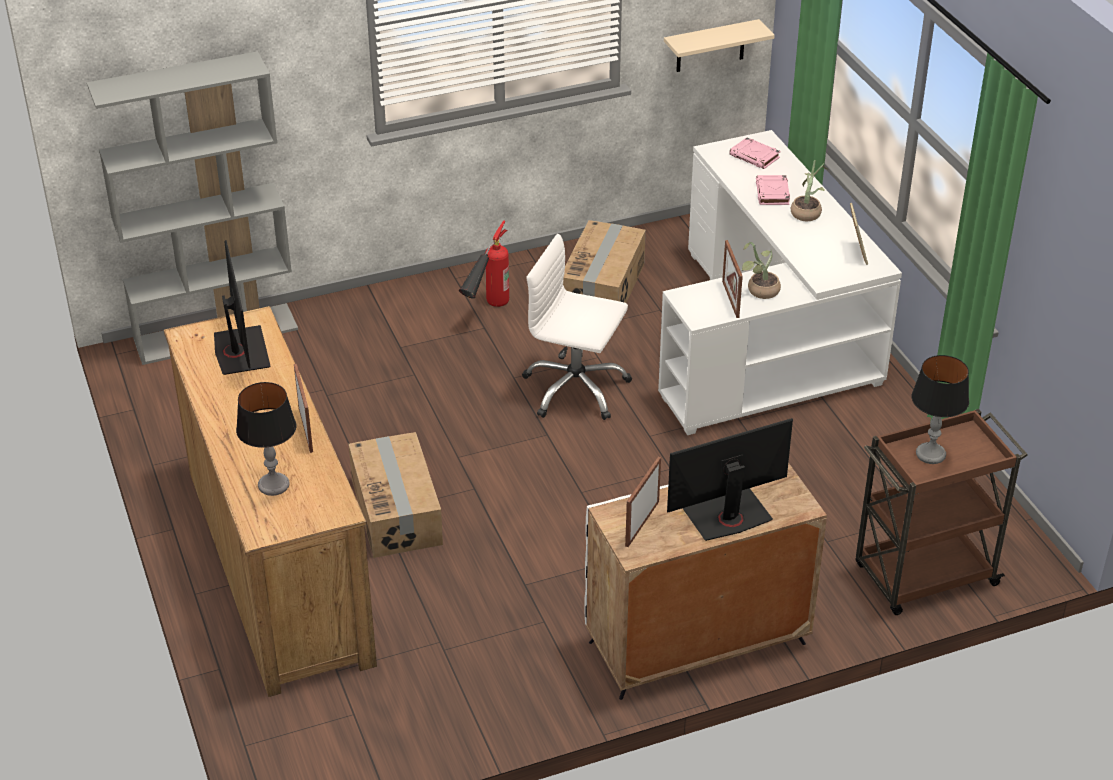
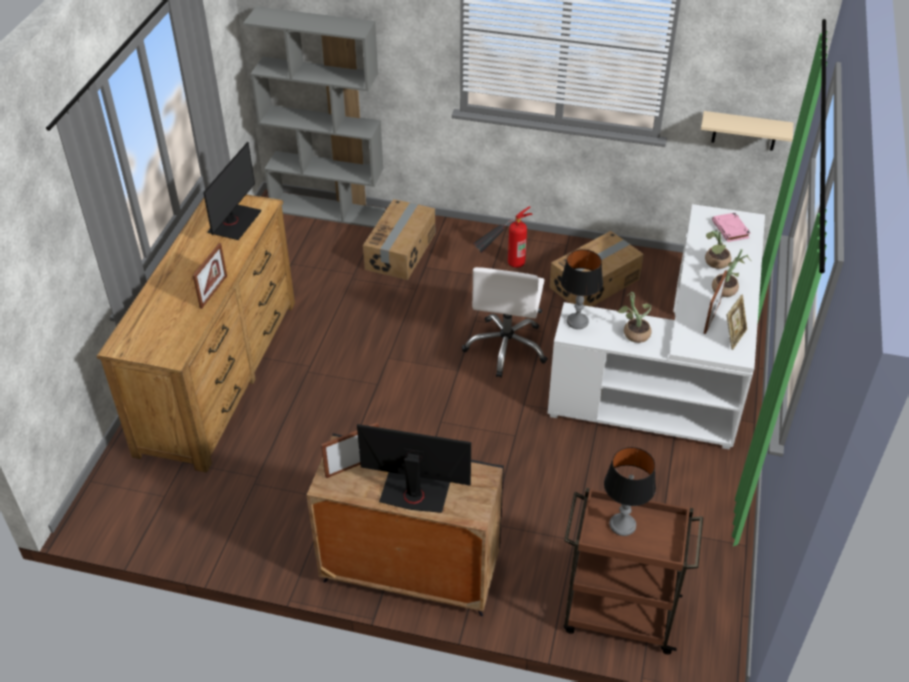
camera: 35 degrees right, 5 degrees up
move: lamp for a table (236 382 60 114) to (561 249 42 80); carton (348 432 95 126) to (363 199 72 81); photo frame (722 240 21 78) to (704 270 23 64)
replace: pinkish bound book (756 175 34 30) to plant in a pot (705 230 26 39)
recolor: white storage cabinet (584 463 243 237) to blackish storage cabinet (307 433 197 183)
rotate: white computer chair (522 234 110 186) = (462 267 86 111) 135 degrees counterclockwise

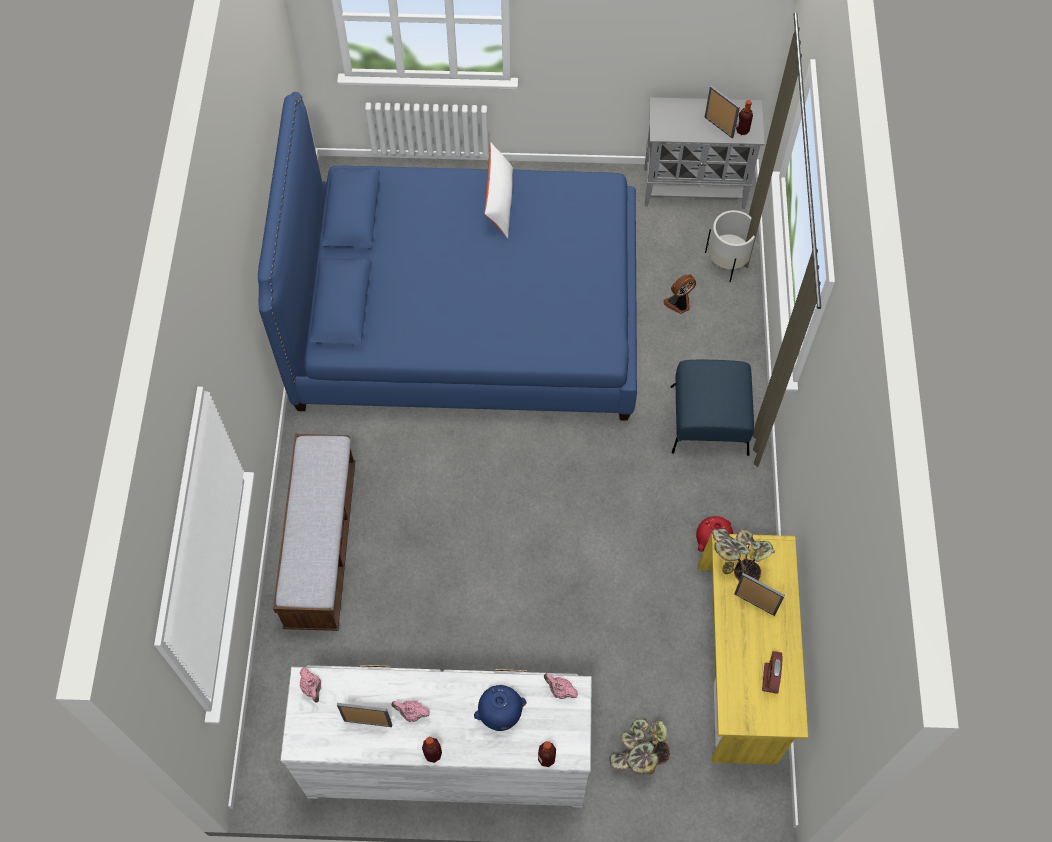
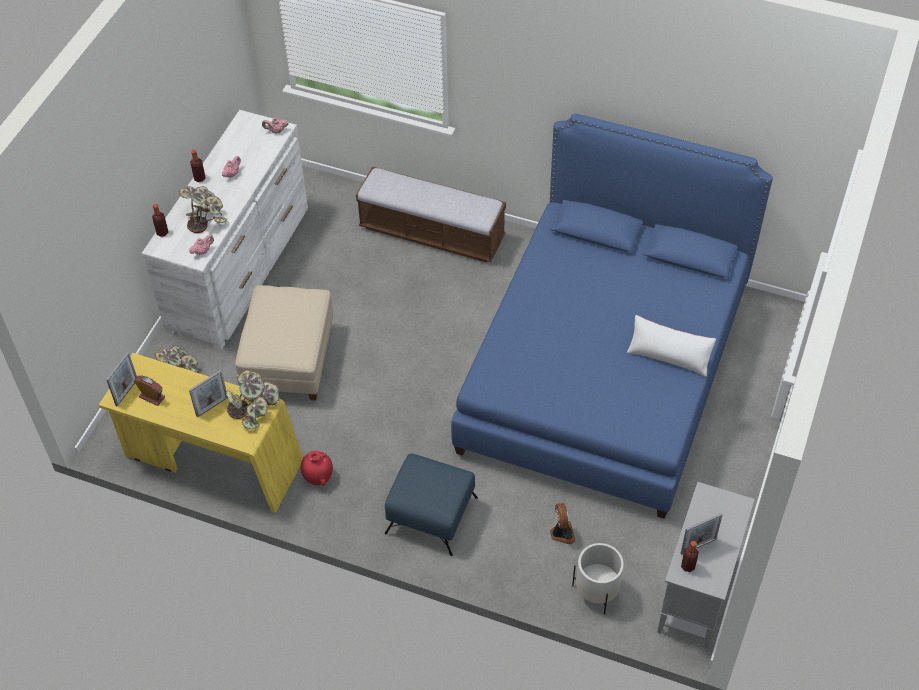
camera: 110 degrees right, 10 degrees down
insert: sand-coloured ottoman (235 285 98 116)
move: photo frame (337 703 55 24) to (106 352 31 54)
replace: blue decorative vase (474 685 52 46) to plant in a pot (179 186 48 47)

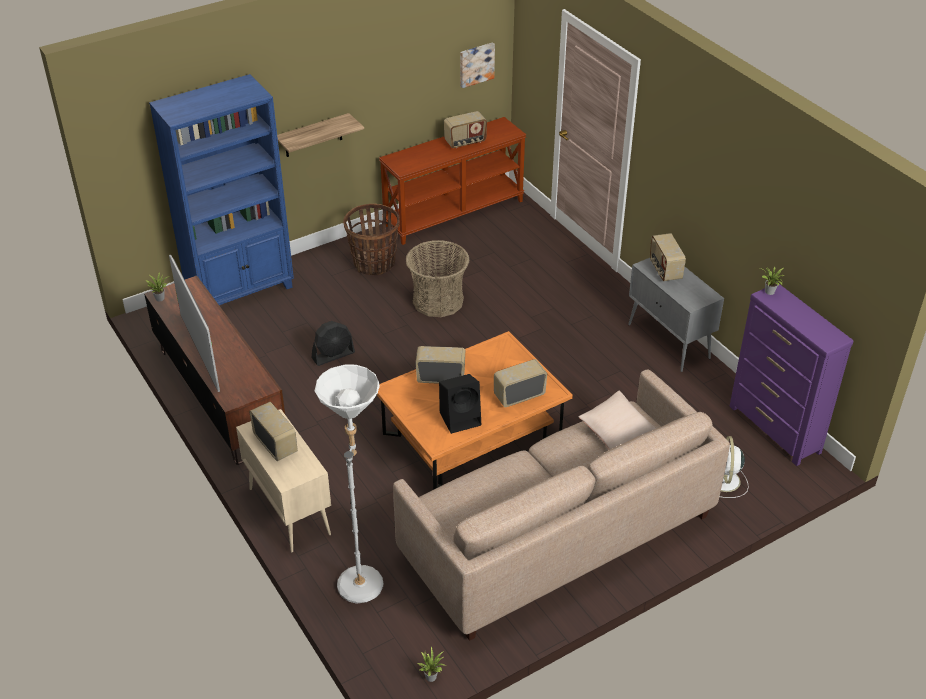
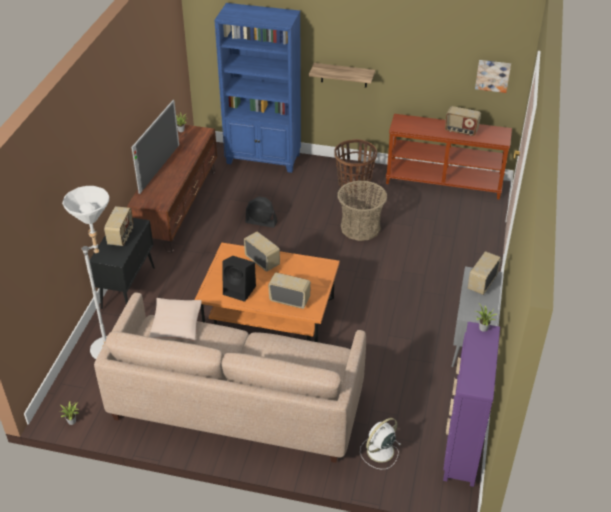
camera: 45 degrees right, 0 degrees up
move: sand-coloured pillow (579 391 77 59) to (149 298 53 43)
recolor: sand-coloured storage cabinet (236 409 95 144) to blackish storage cabinet (90 218 65 91)

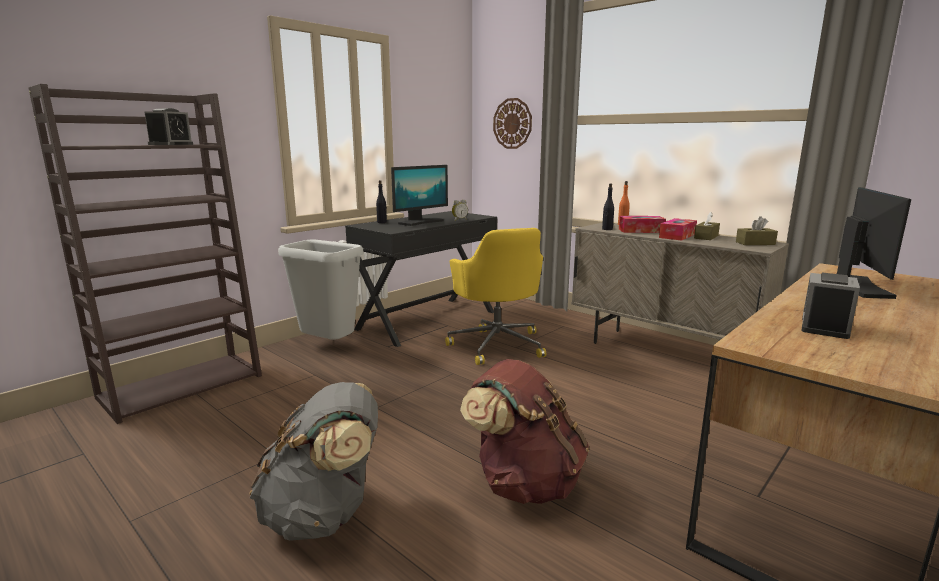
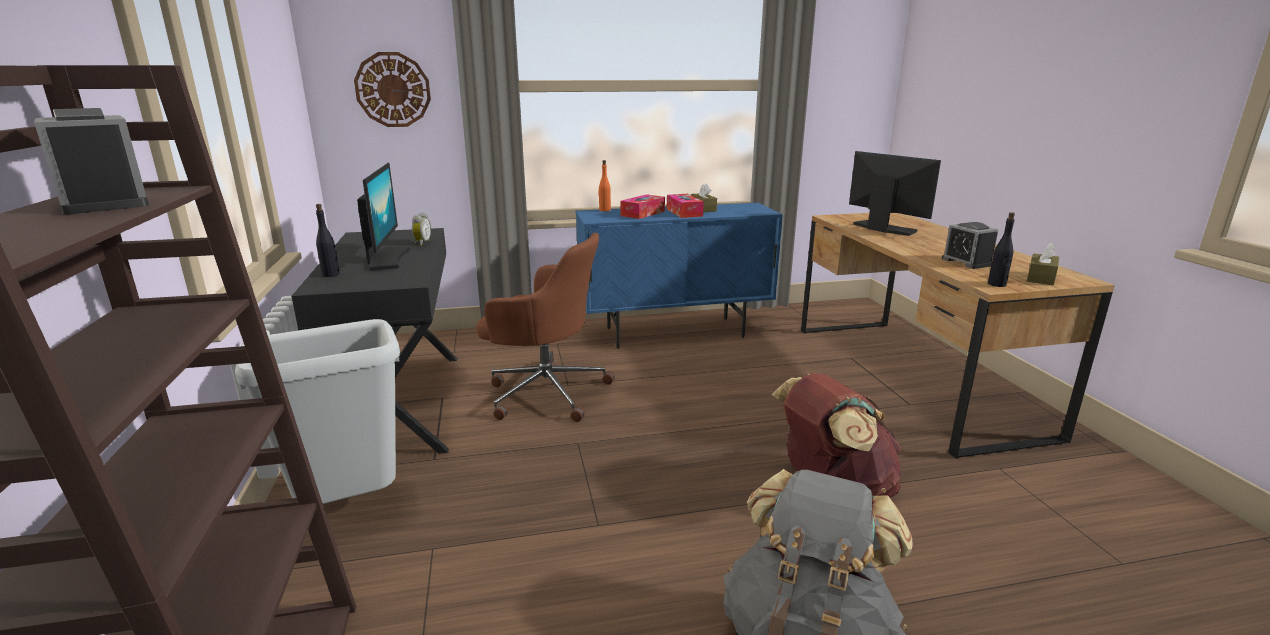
camera: 55 degrees left, 5 degrees up
move: blackish drink bottle (602 183 12 47) to (988 212 27 75); brown-coloured tissue box (736 216 42 29) to (1027 242 32 43)
recolor: yellowish computer chair (445 228 101 137) to brown-coloured computer chair (476 233 139 189); sand-coloured storage cabinet (572 222 217 122) to blue storage cabinet (576 203 207 146)

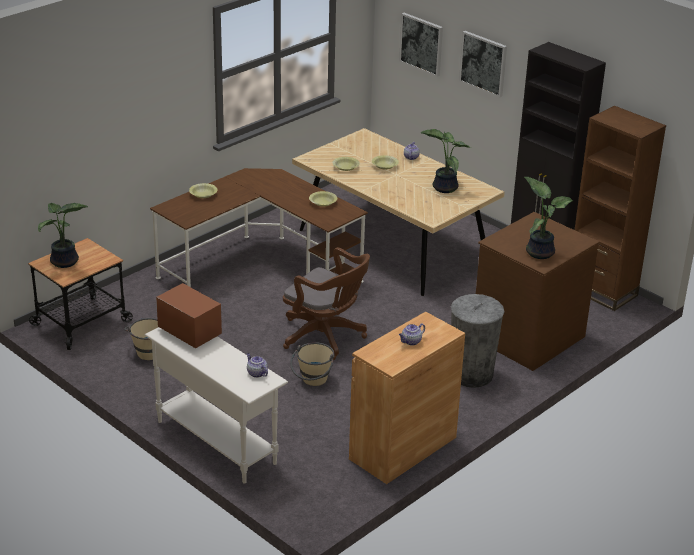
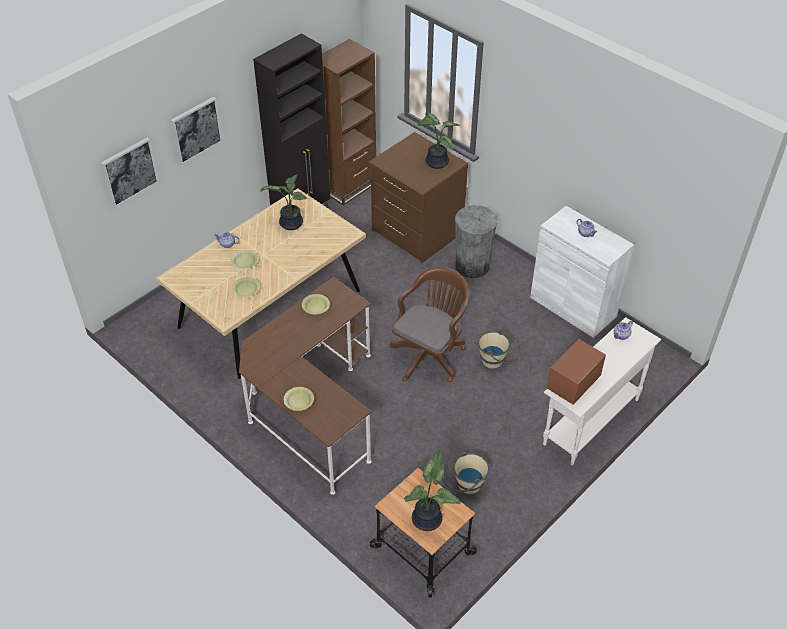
camera: 90 degrees left, 15 degrees up
recolor: brown-coloured storage cabinet (349 312 116 172) to white storage cabinet (530 206 104 132)

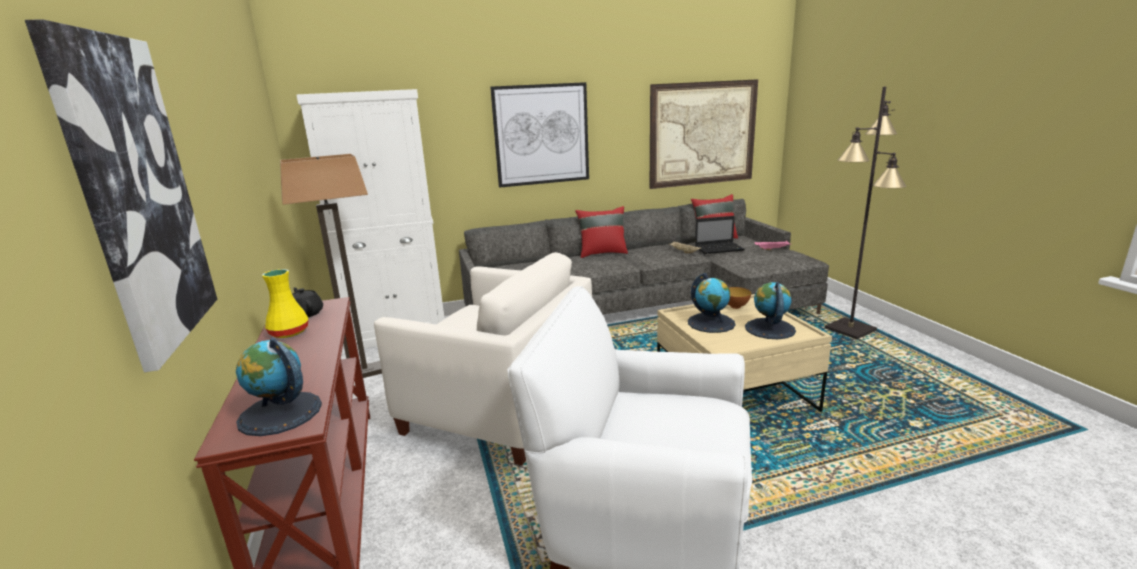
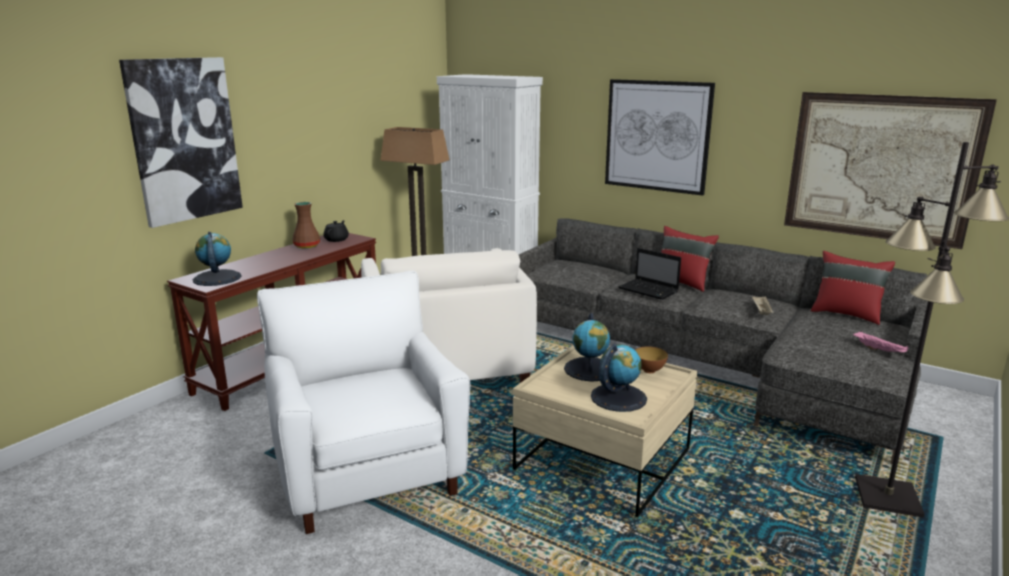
camera: 50 degrees right, 0 degrees up
move: laptop (695 216 50 38) to (618 248 63 52)
recolor: yellowish decorative vase (262 269 46 69) to brown-coloured decorative vase (292 202 28 46)

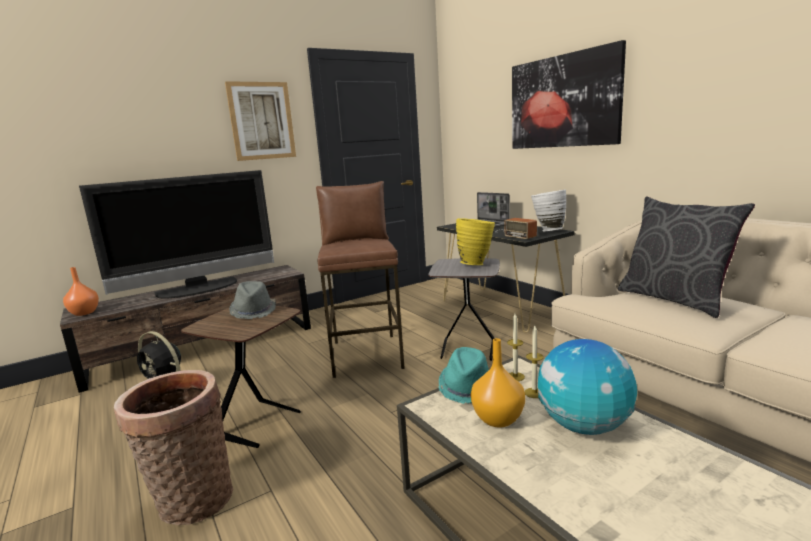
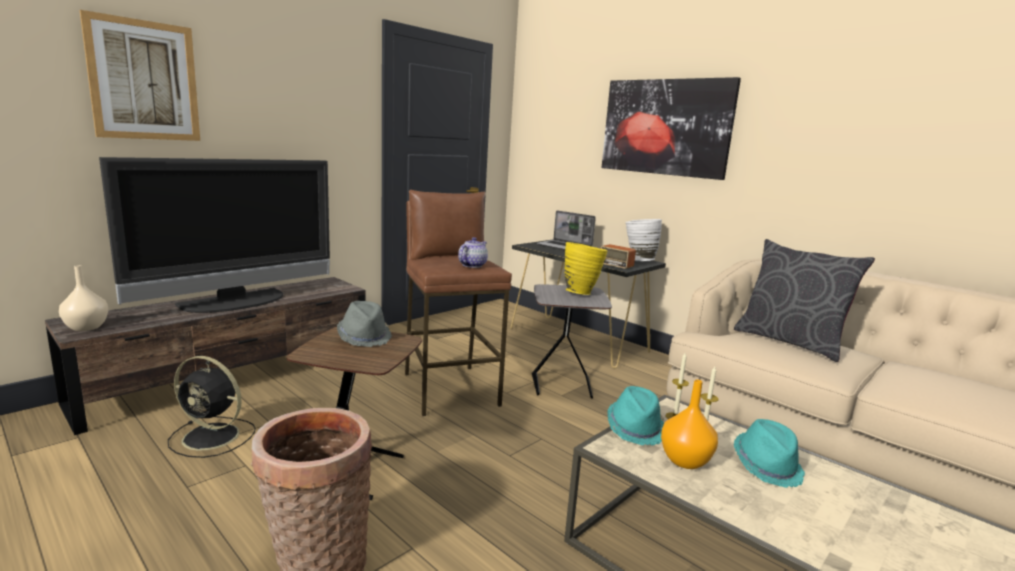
camera: 15 degrees left, 0 degrees up
insert: teapot (458 237 30 31)
move: wall art (225 81 71 80) to (80 10 120 131)
replace: world globe (538 339 99 96) to blue-green hat (733 419 72 69)
recolor: orangey decorative vase (63 267 36 49) to sand-coloured decorative vase (59 265 49 66)

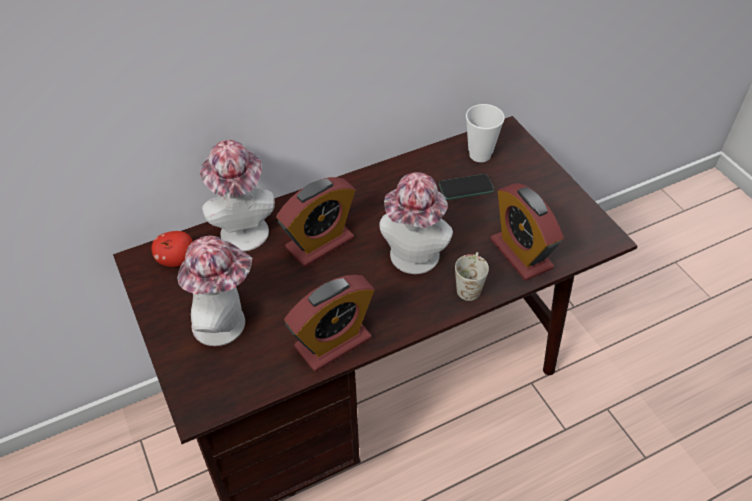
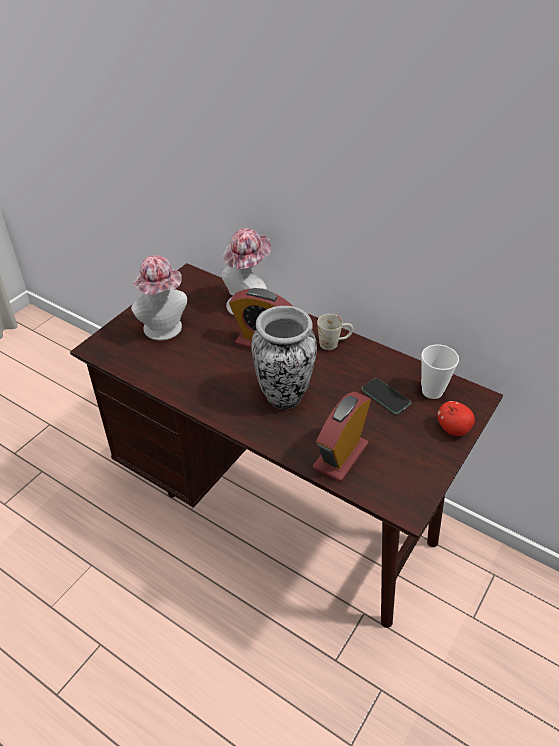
camera: 60 degrees right, 5 degrees down
delete: table clock (284 275 90 97)
move: apple fruit (152 231 41 36) to (437 401 38 35); white coffee mug (455 252 34 49) to (317 314 37 36)
replace: hat (379 172 74 102) to decorative vase (251 306 66 103)

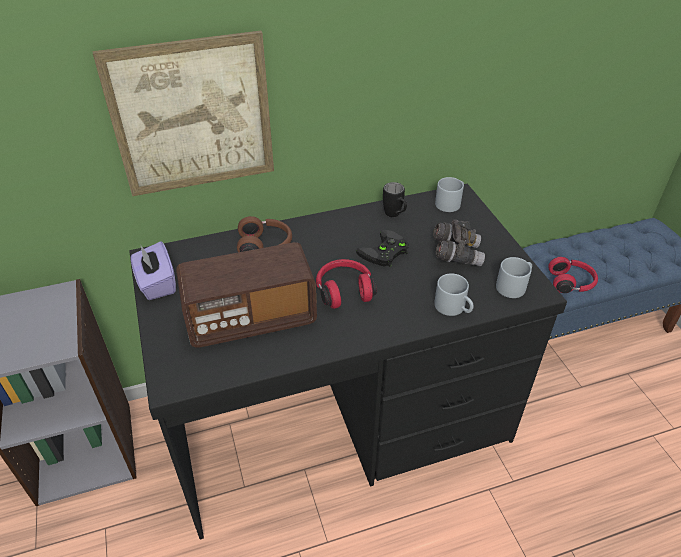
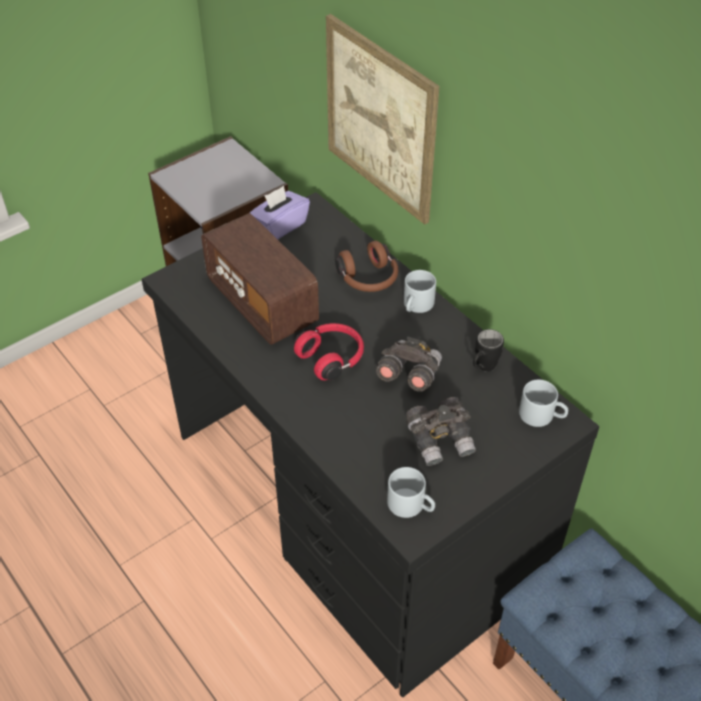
camera: 70 degrees right, 5 degrees up
delete: red pair of headphones (548 257 50 36)
move: greyish coffee mug (434 274 40 42) to (404 270 32 43)
replace: blackish gamepad (356 230 53 37) to greyish pair of binoculars (376 336 66 56)

